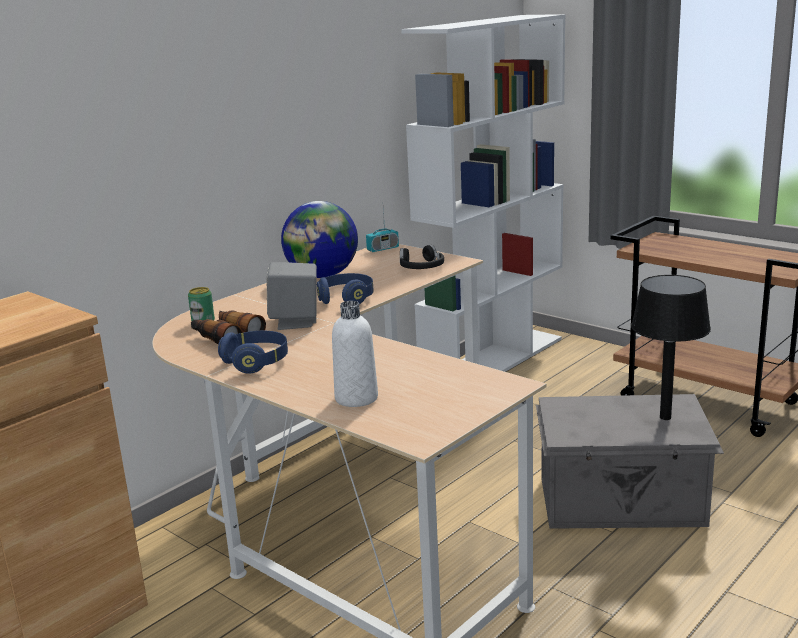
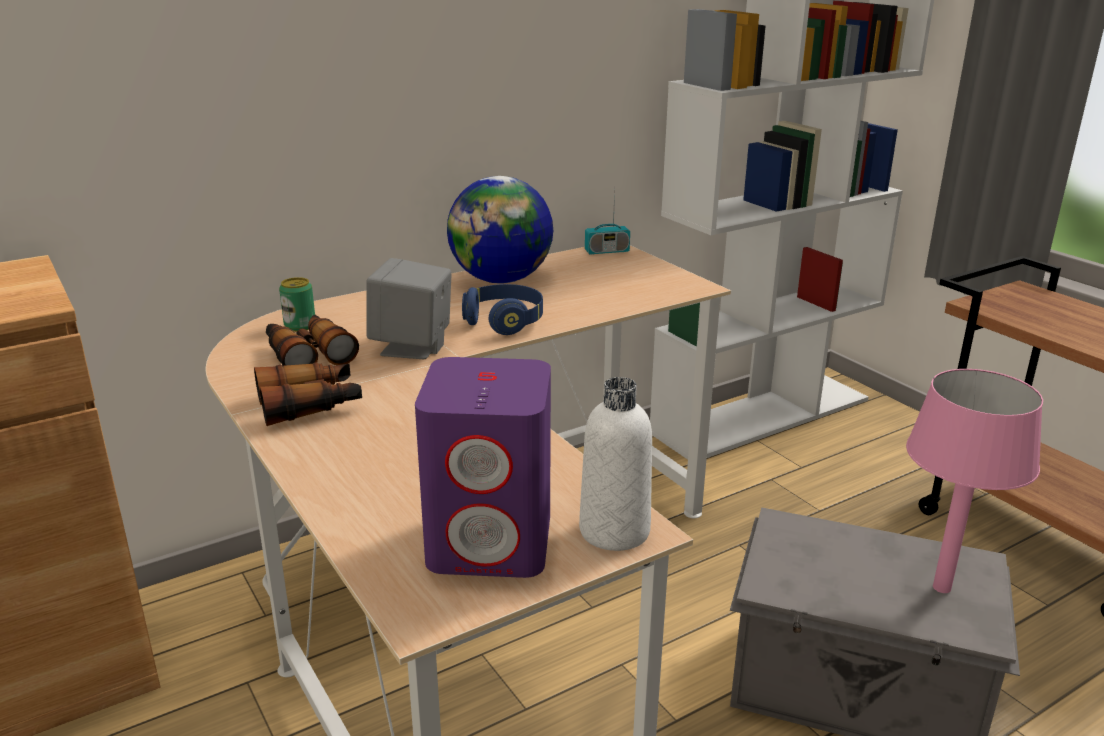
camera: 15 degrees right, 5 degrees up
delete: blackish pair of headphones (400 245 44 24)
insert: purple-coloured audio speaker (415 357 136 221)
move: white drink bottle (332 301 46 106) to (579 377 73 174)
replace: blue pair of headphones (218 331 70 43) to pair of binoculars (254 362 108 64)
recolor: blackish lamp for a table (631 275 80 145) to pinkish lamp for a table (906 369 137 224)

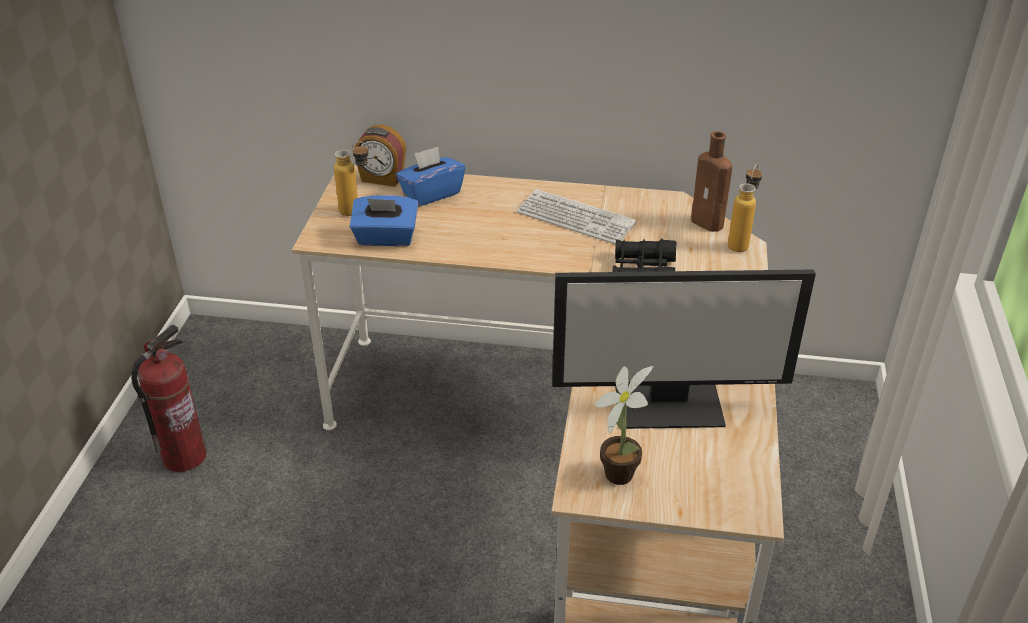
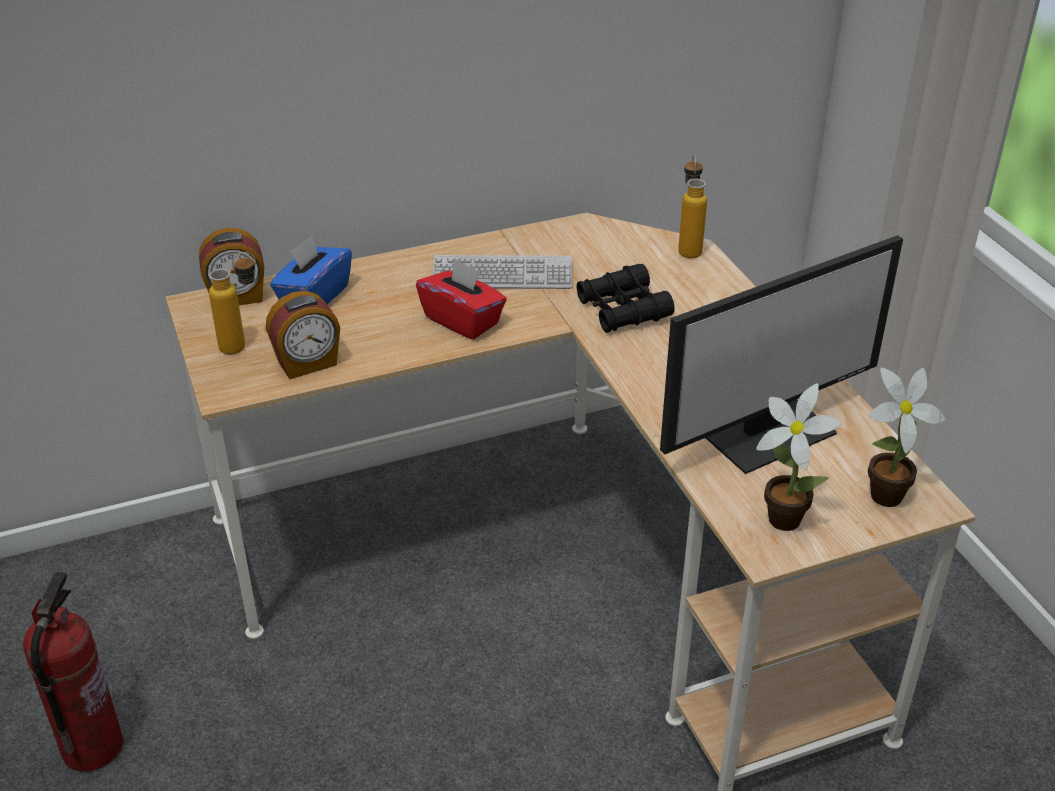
camera: 30 degrees left, 0 degrees up
delete: brown-coloured drink bottle (691 131 41 101)
insert: red tissue box (416 259 91 81); plant in a pot (868 368 77 139)
replace: blue tissue box (350 195 68 51) to table clock (266 291 74 88)

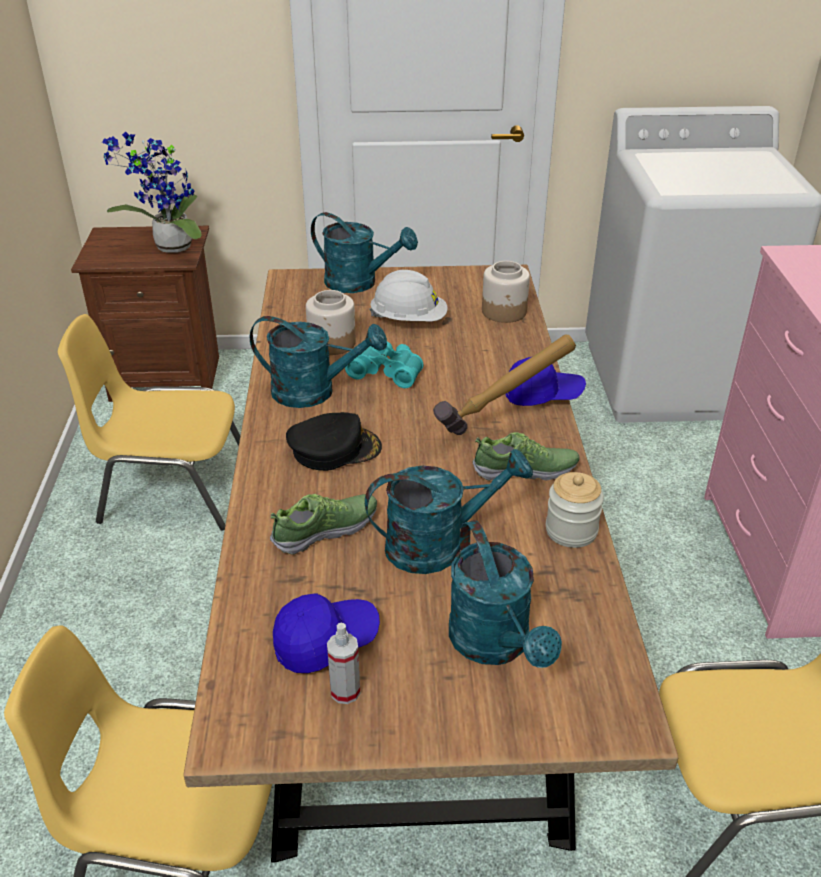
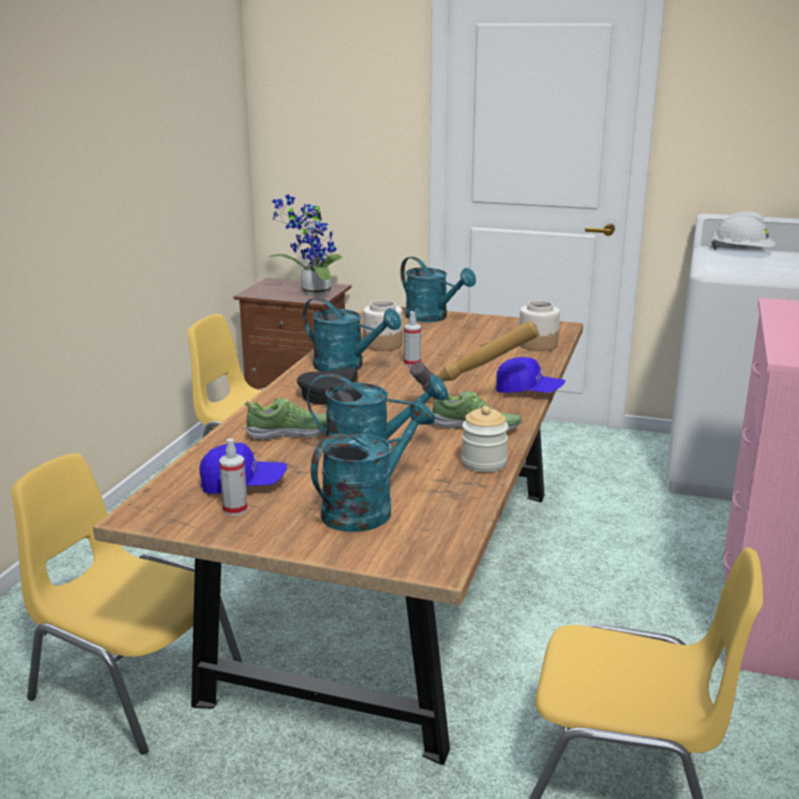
camera: 20 degrees right, 15 degrees down
move: white hard hat (369 270 79 51) to (711 211 65 39)
replace: blue-green pair of binoculars (345 342 79 46) to hand sprayer (404 311 17 56)
rotate: blue-green watering can (449 520 113 148) = (311 401 124 131) 135 degrees counterclockwise

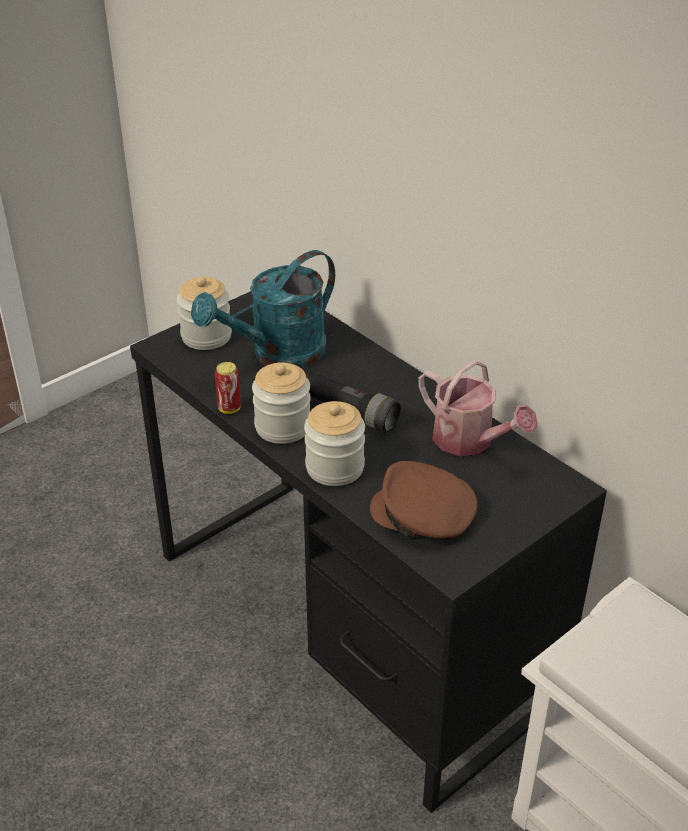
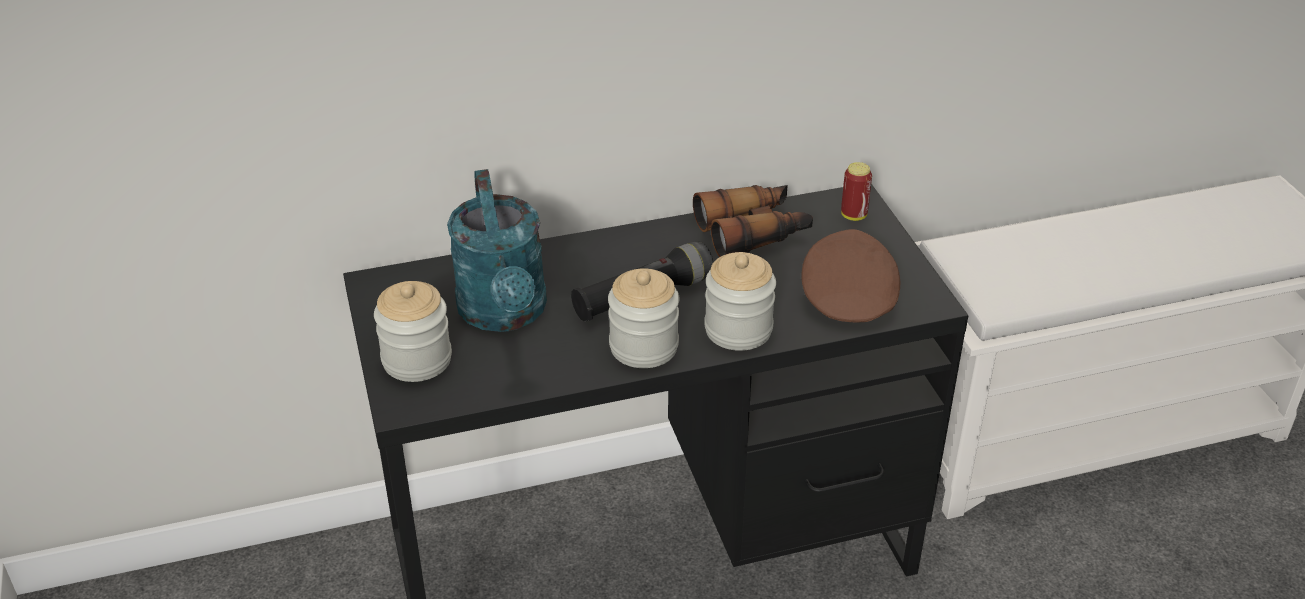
camera: 65 degrees left, 0 degrees up
move: sealed can (215 362 26 52) to (841 162 31 59)
replace: watering can (418 360 120 96) to pair of binoculars (693 185 120 72)
rotate: brown-coloured peaked cap (370 461 107 77) = (801 229 99 93) 135 degrees clockwise

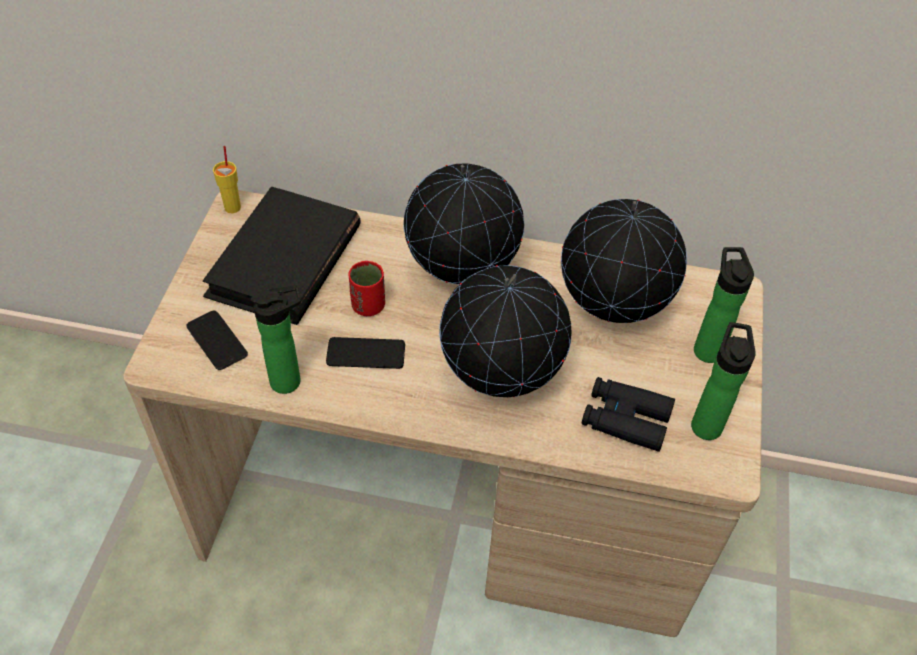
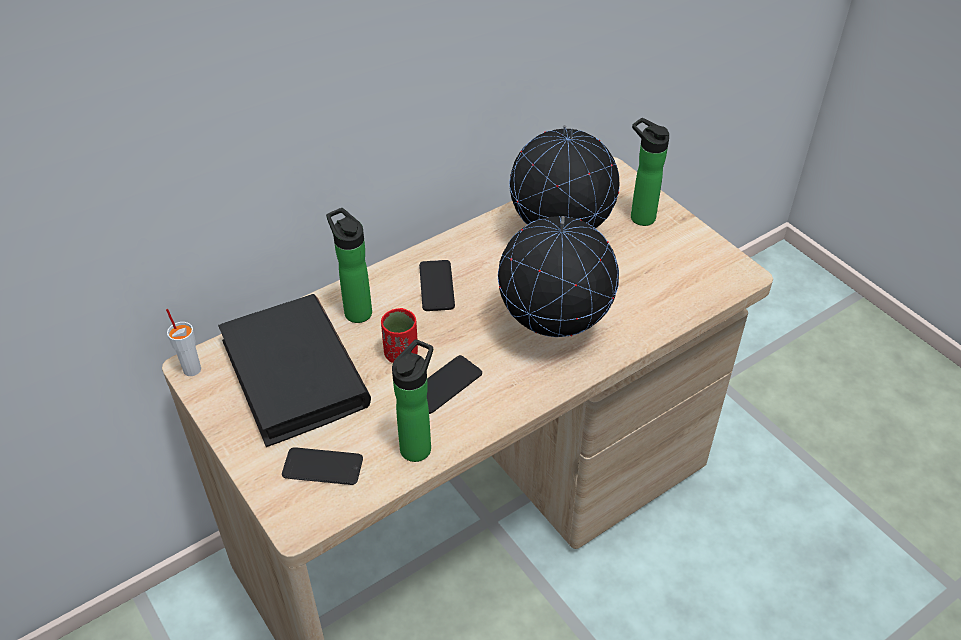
camera: 45 degrees left, 5 degrees down
delete: blackish pair of binoculars (582 377 93 75)
move: drink bottle (691 322 65 118) to (326 208 46 115)
replace: world globe (403 163 121 122) to phone (419 260 36 51)
recolor: yellowish drinking cup (213 146 28 67) to white drinking cup (166 309 35 67)

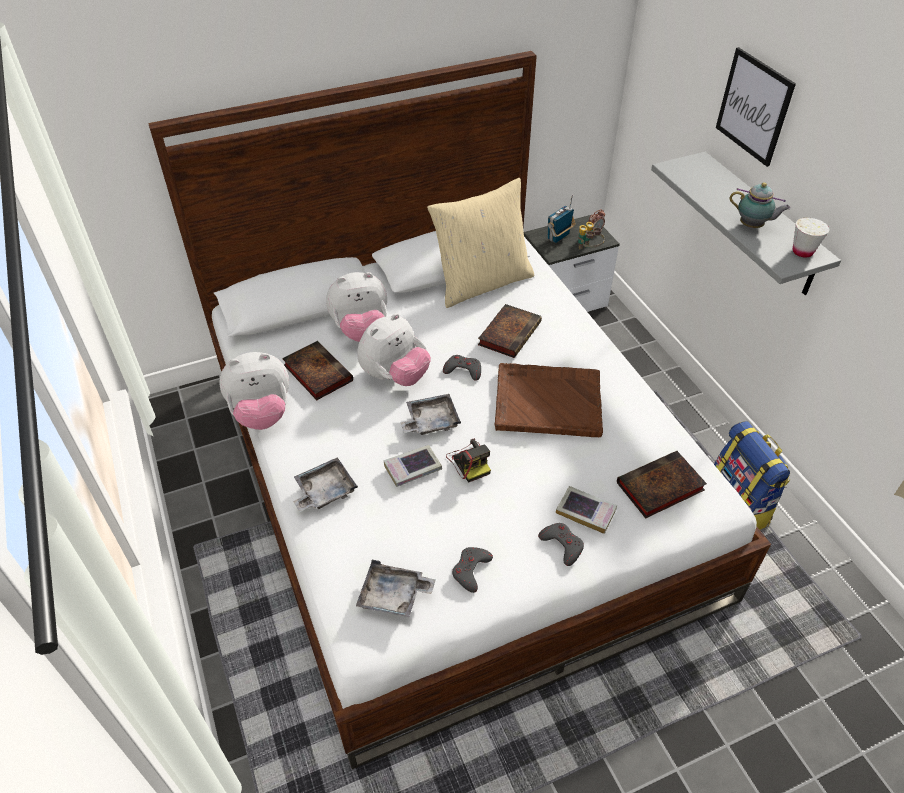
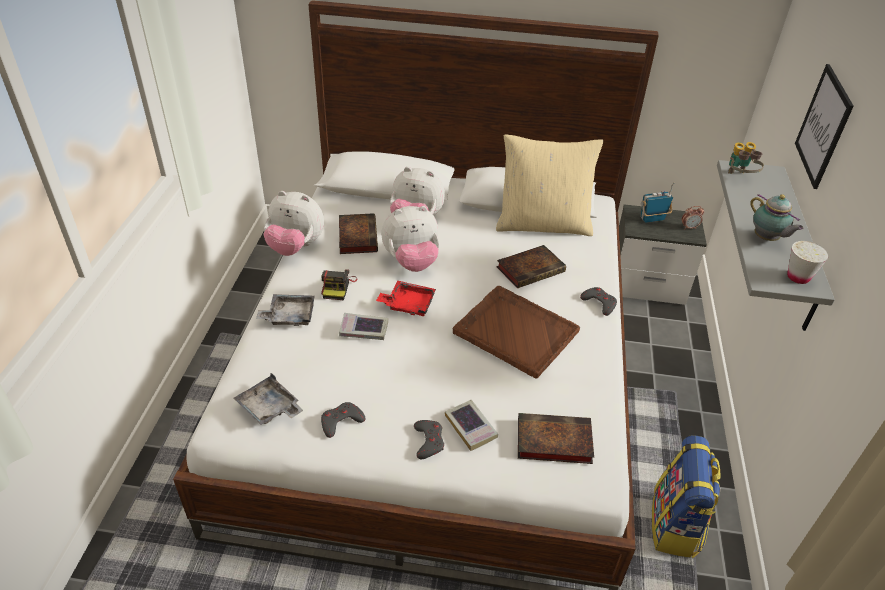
camera: 30 degrees right, 5 degrees down
move: greyish gamepad (443 355 38 26) to (580 287 37 29); photo camera (446 438 45 45) to (321 269 37 31); pair of binoculars (578 222 27 27) to (728 142 36 32)
recolor: greyish tray (401 394 60 41) to red tray (376 281 60 35)

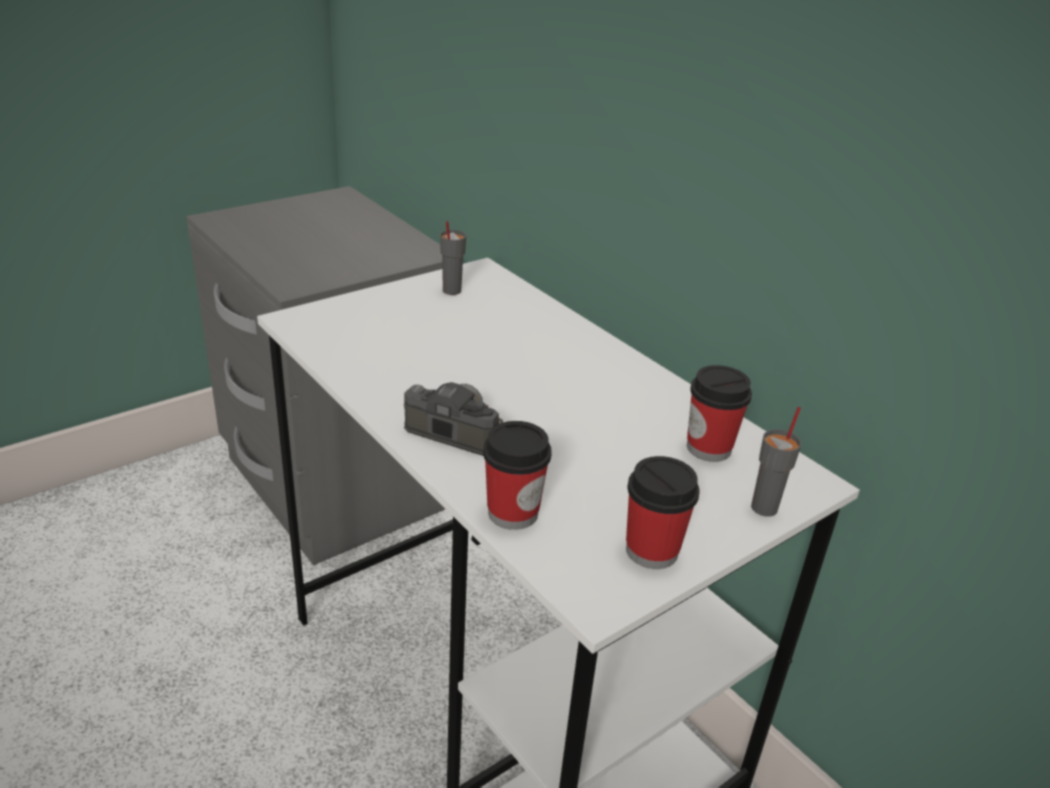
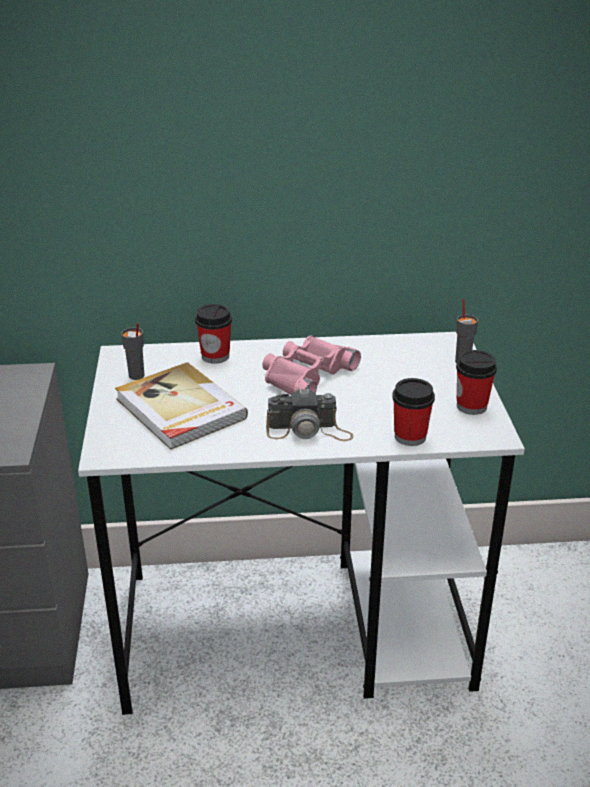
camera: 55 degrees left, 0 degrees up
insert: bound book (115 362 133 88); pinkish pair of binoculars (262 335 99 60)
move: drinking cup (687 365 65 97) to (195 304 37 60)
rotate: photo camera (403 382 100 74) = (266 388 87 53) 150 degrees counterclockwise

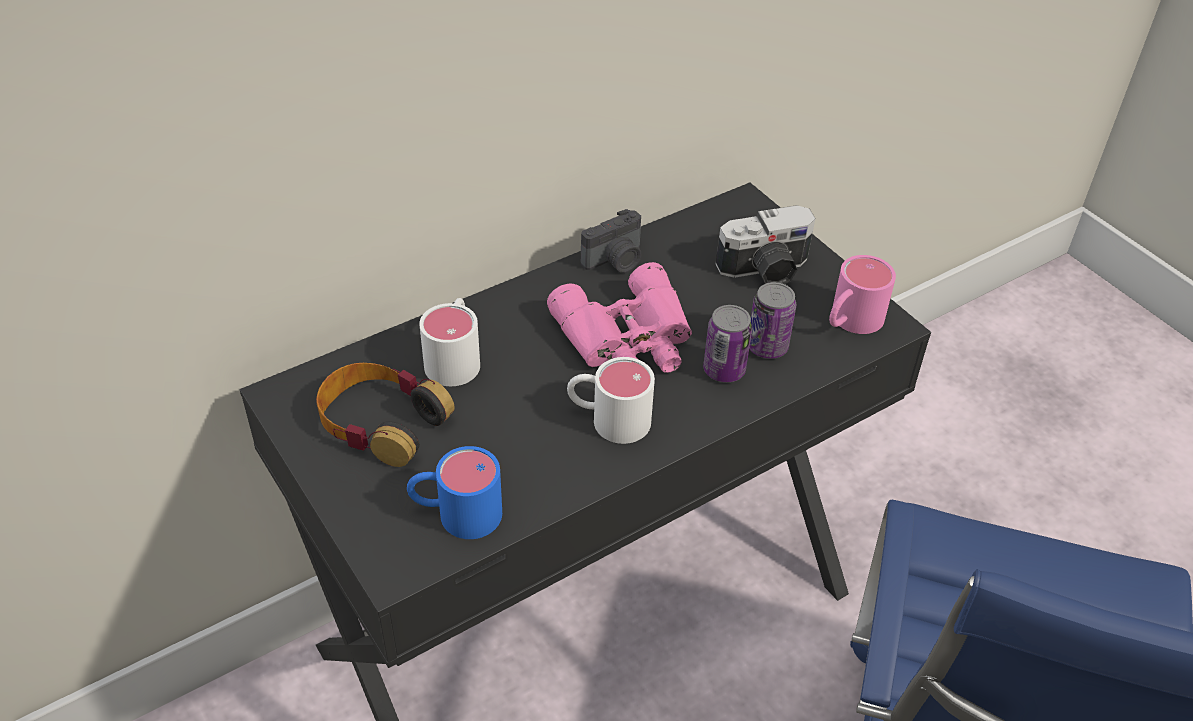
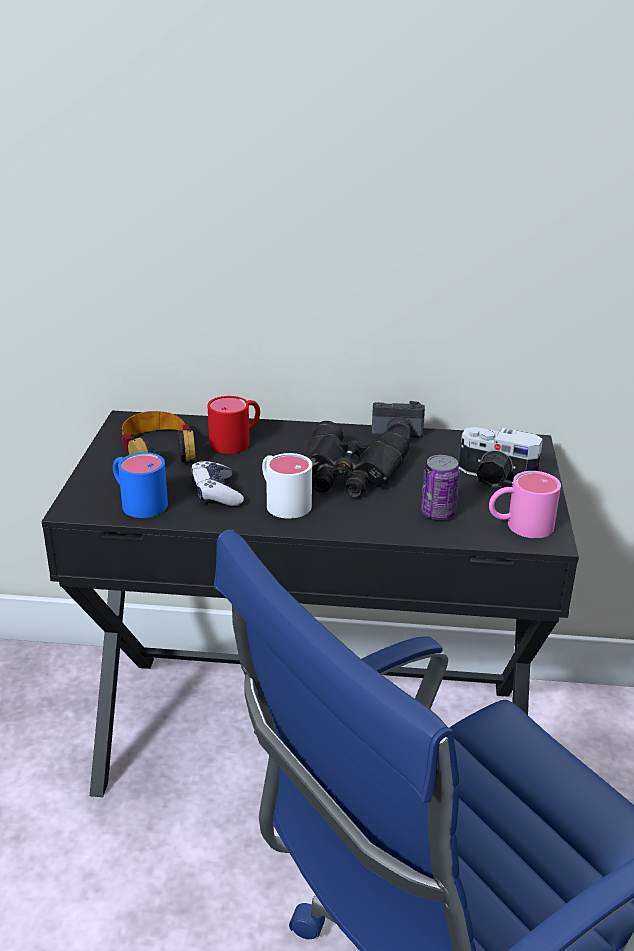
camera: 40 degrees right, 15 degrees down
delete: sealed can (703 305 49 77)
insert: gamepad (190 461 54 45)
recolor: white coffee mug (419 298 61 88) to red coffee mug (207 396 53 58); pinkish pair of binoculars (547 262 145 111) to blackish pair of binoculars (305 421 104 76)

